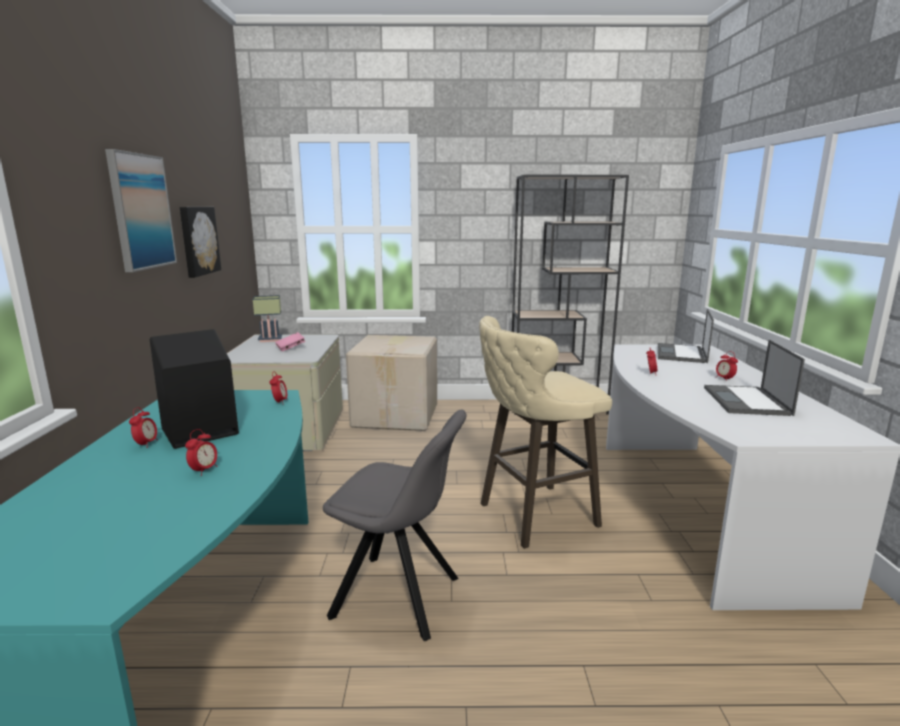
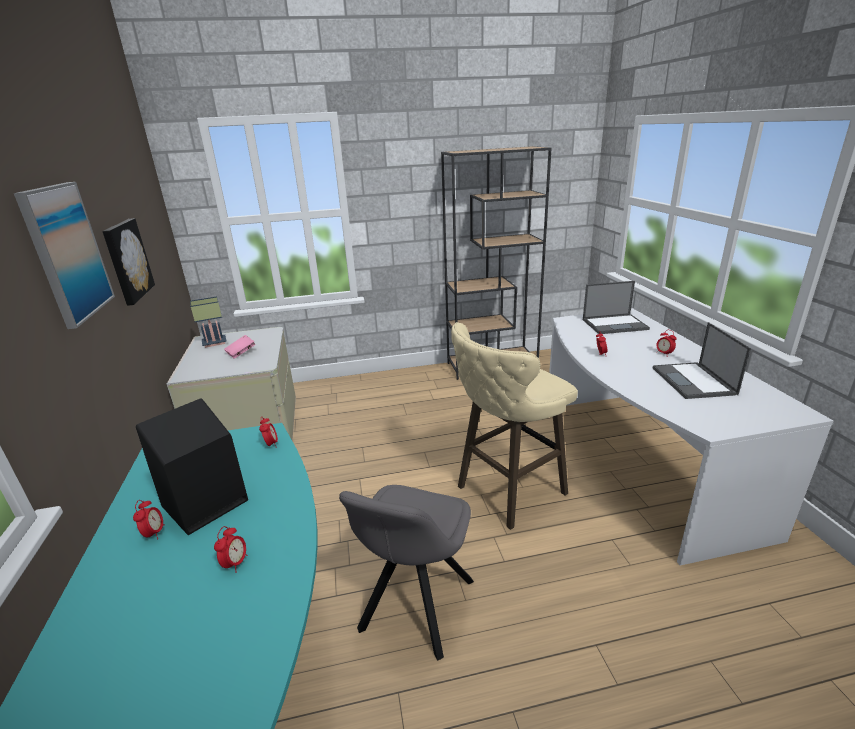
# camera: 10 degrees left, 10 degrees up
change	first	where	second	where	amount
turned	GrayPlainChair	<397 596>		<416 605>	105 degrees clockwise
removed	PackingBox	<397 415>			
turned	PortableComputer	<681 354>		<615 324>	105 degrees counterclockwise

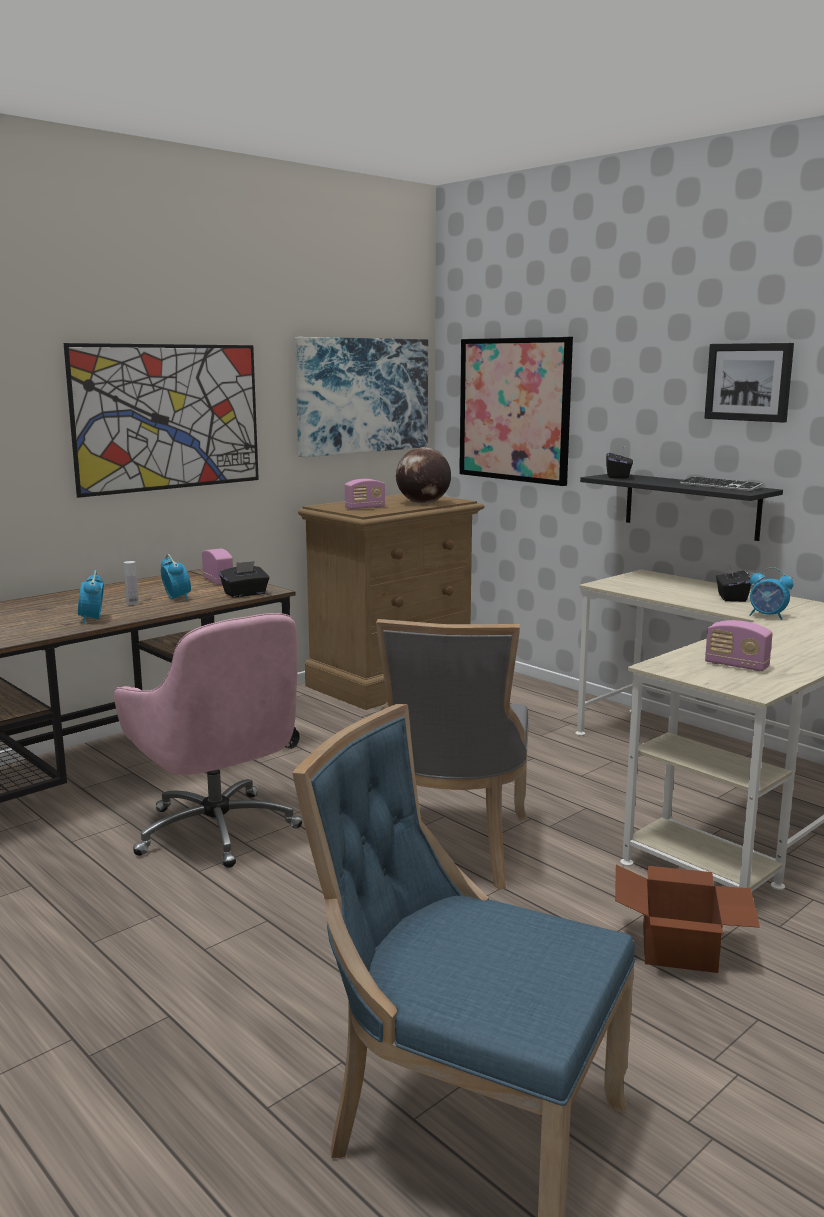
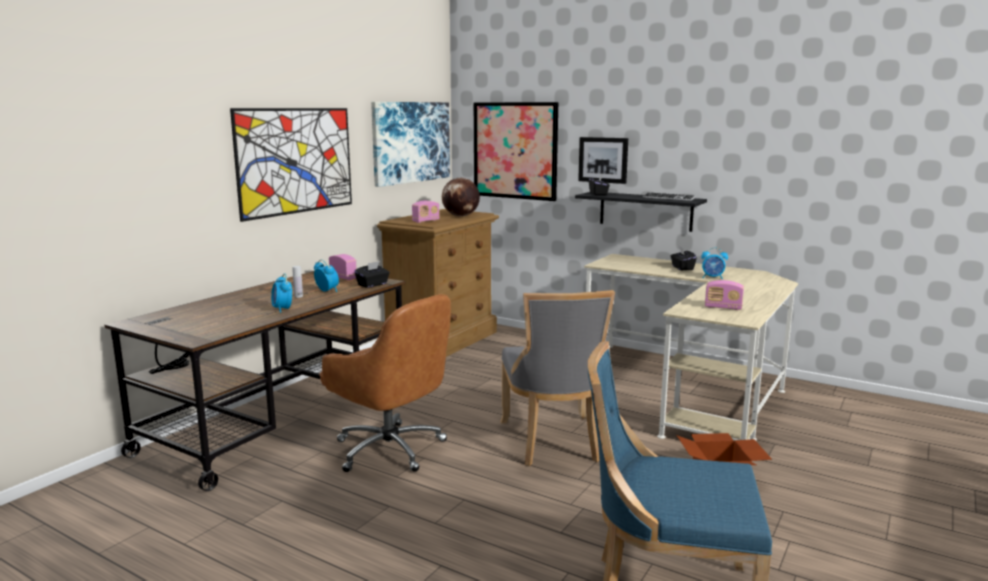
# camera: 15 degrees left, 0 degrees up
change	first	where	second	where	amount
recoloured	PinkOfficeChair	<215 831>	BrownOfficeChair	<389 449>	
moved	WallPicture	<749 382>		<603 160>	

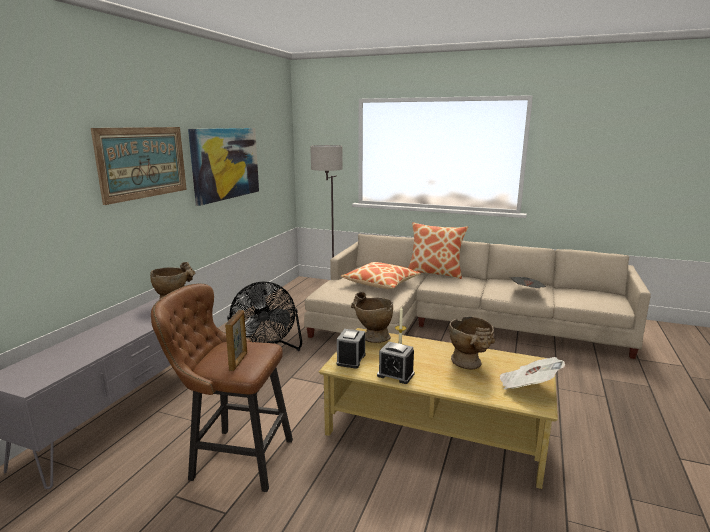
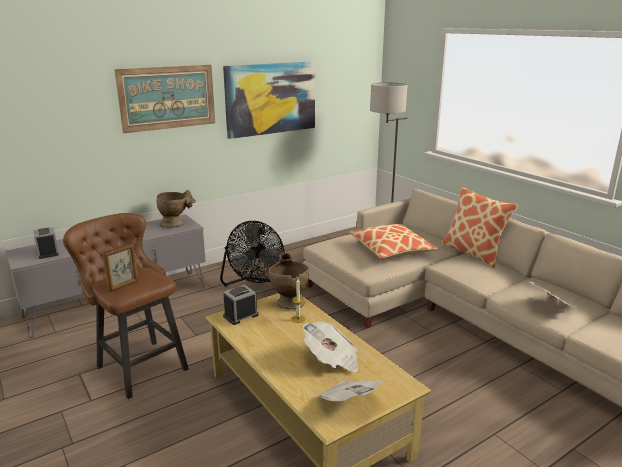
# camera: 35 degrees right, 5 degrees up
change	first	where	second	where	amount
moved	TableClock	<395 375>		<48 252>	
replaced	BeigeColouredFlowerVase	<470 364>	PrintedPaper	<332 360>	

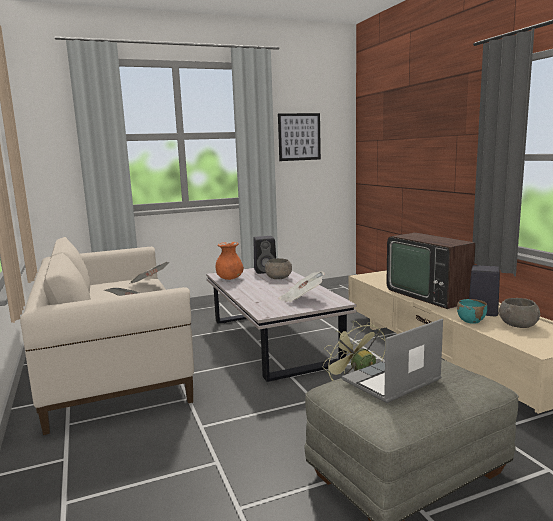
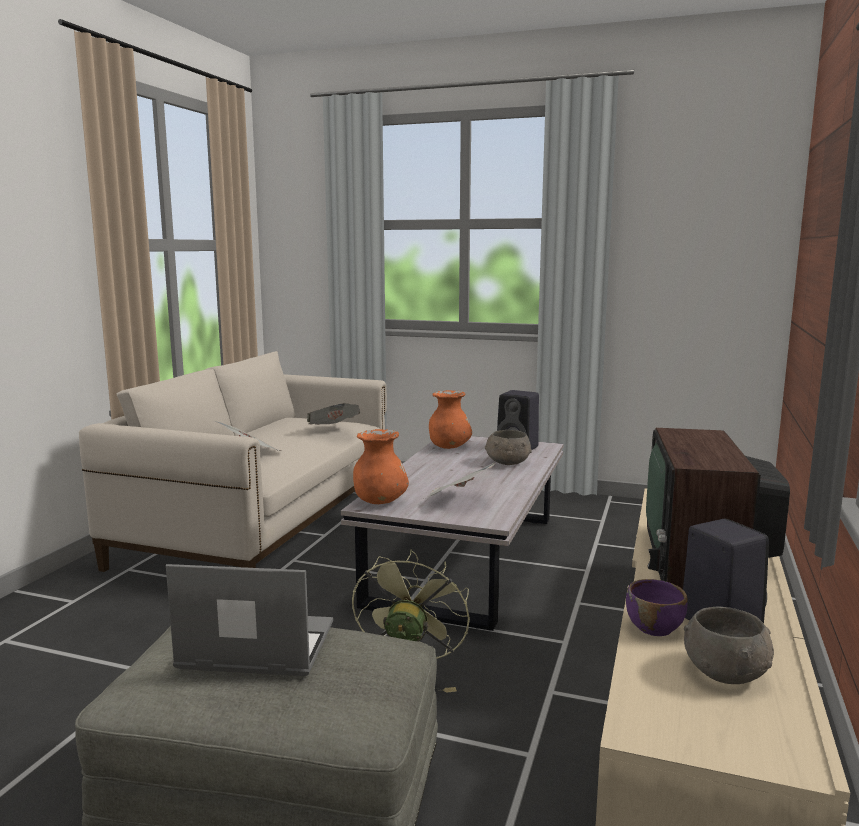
# camera: 40 degrees right, 0 degrees up
change	first	where	second	where	amount
removed	WallPicture	<299 137>			
recoloured	TurquoiseColouredDeepDish	<471 320>	PurpleDeepDish	<654 627>	
added			OrangeFlowerVase	<380 502>	

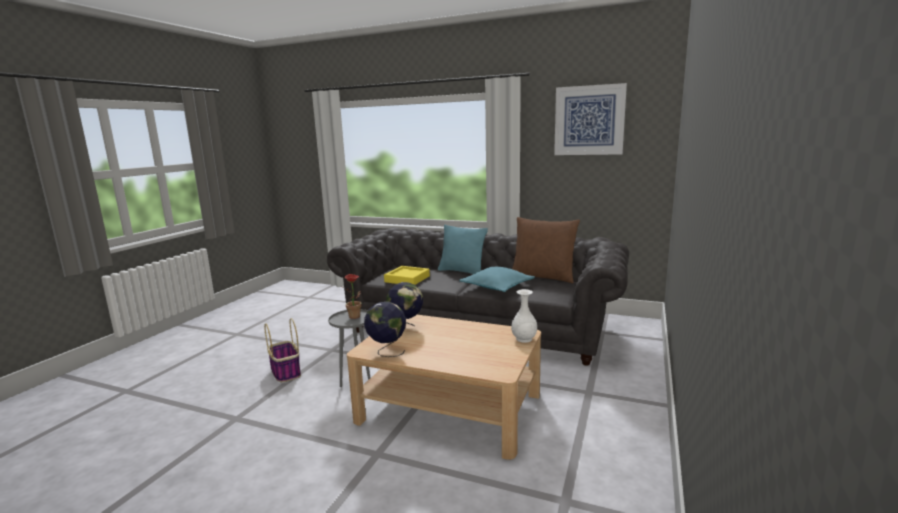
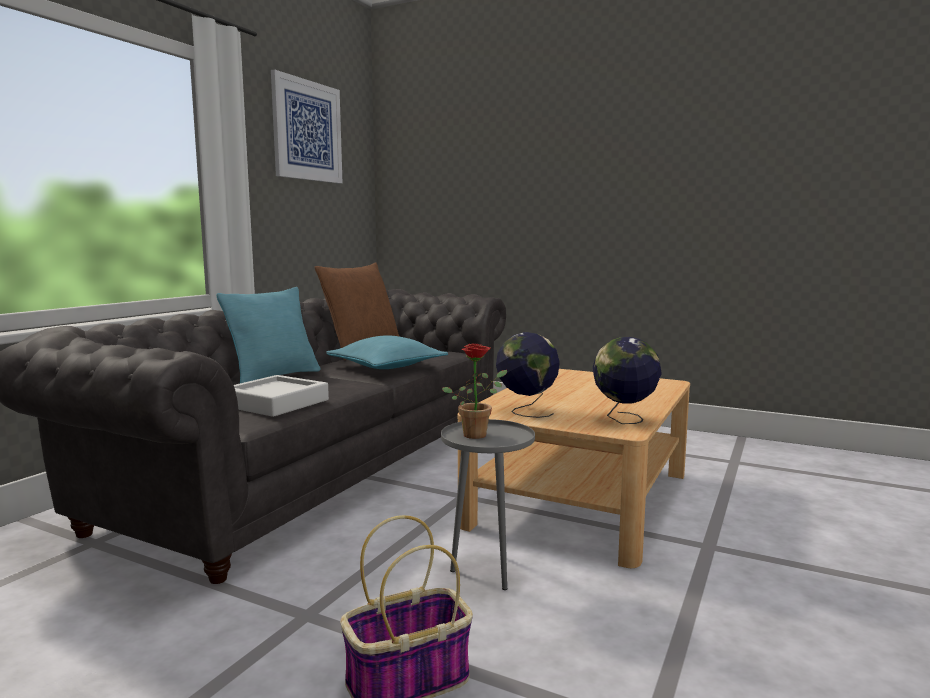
# camera: 85 degrees left, 5 degrees down
change	first	where	second	where	amount
recoloured	YellowishServingTray	<407 279>	GrayServingTray	<275 403>	
removed	WhiteFlowerVase	<524 339>			

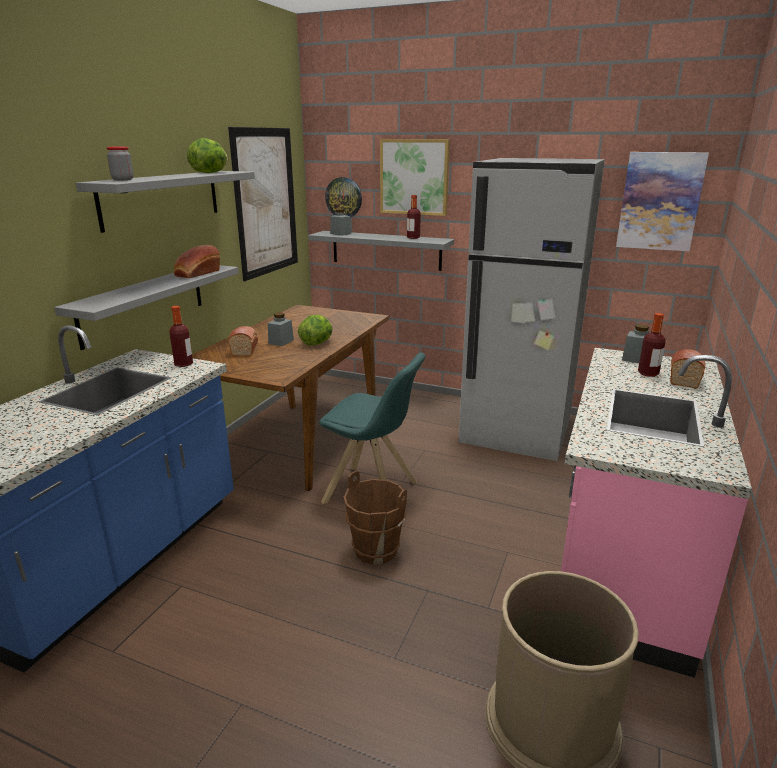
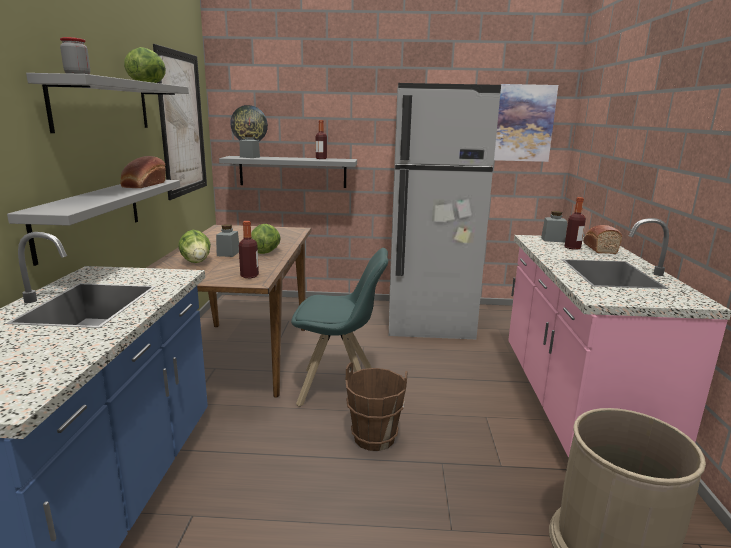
# camera: 20 degrees left, 5 degrees down
change	first	where	second	where	amount
moved	BeverageBottle	<183 364>		<249 276>	
replaced	Bread	<245 349>	HeadOfLettuce	<196 261>	
removed	WallPicture	<414 177>			

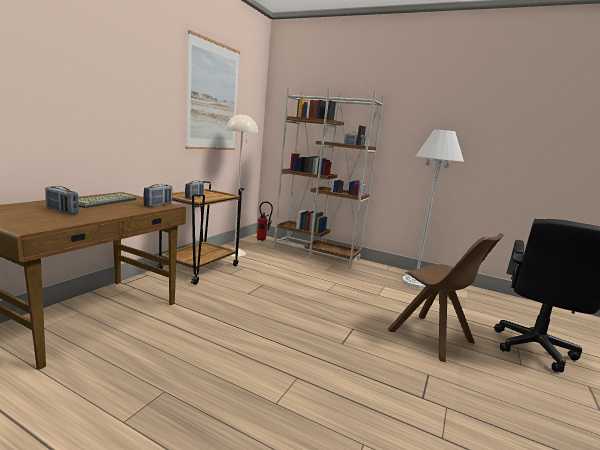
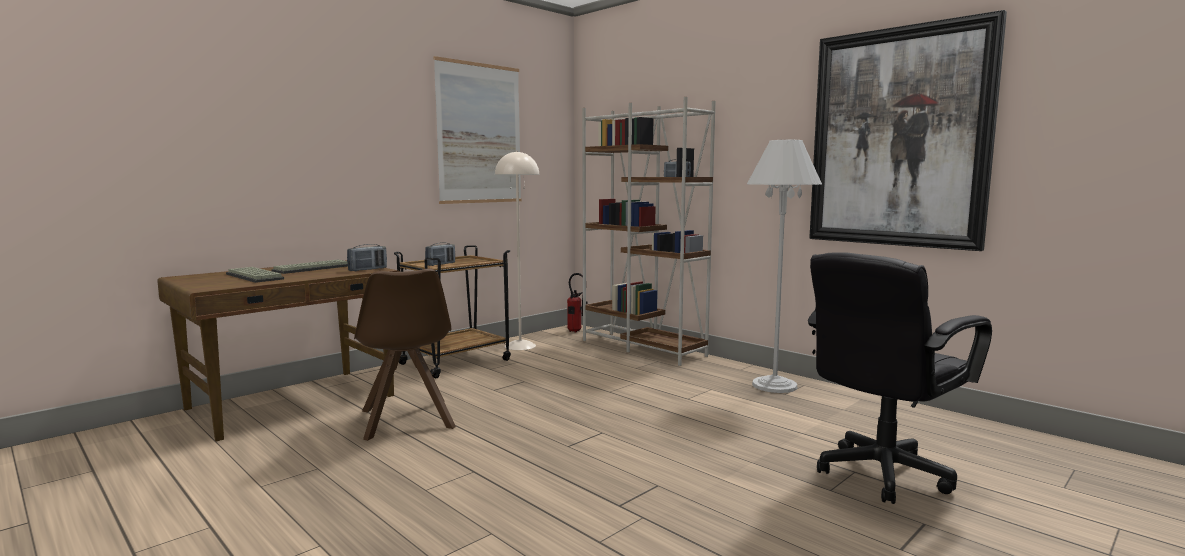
# camera: 20 degrees right, 5 degrees down
change	first	where	second	where	amount
replaced	RadioSet	<62 211>	PcKeyboard	<256 276>	
moved	BrownPlainChair	<432 338>		<407 421>	
added			WallPicture	<898 138>	

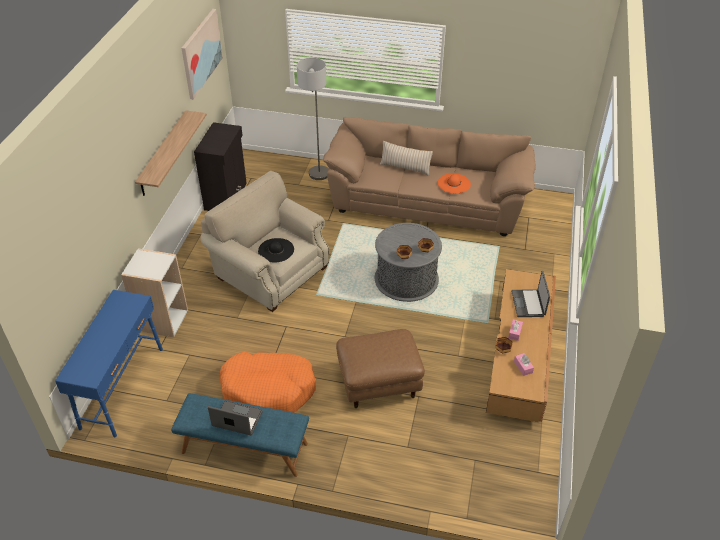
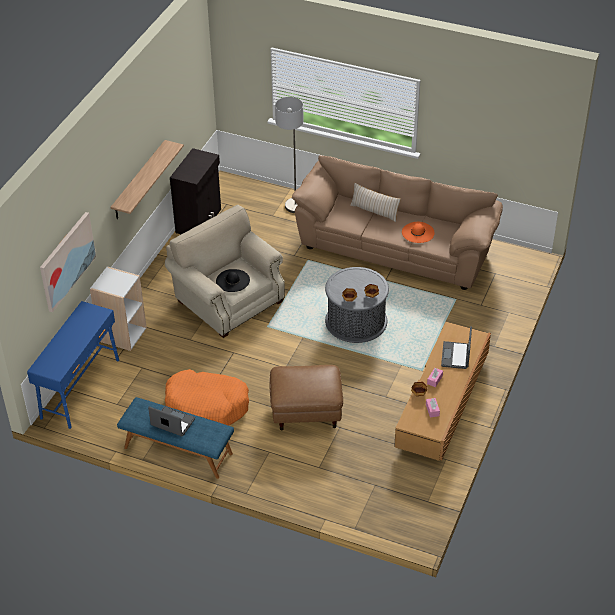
# camera: 10 degrees right, 0 degrees up
change	first	where	second	where	amount
moved	WallPicture	<201 53>		<66 261>	

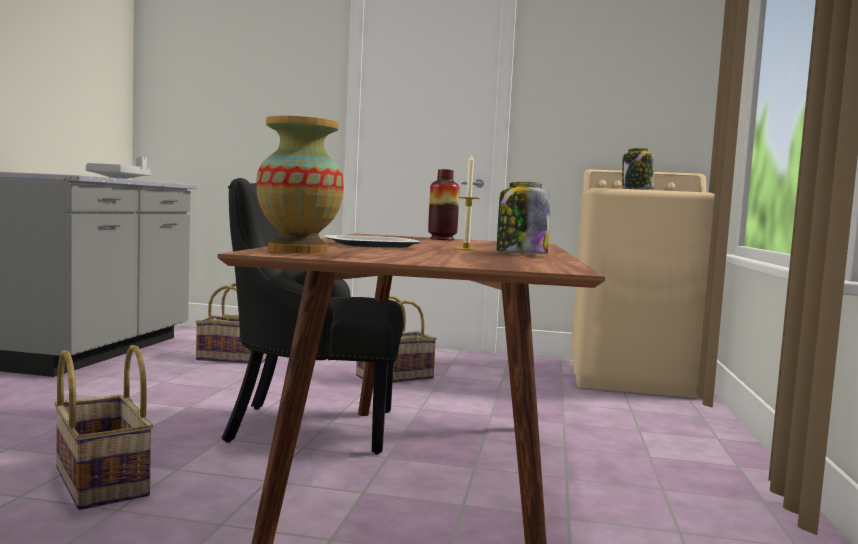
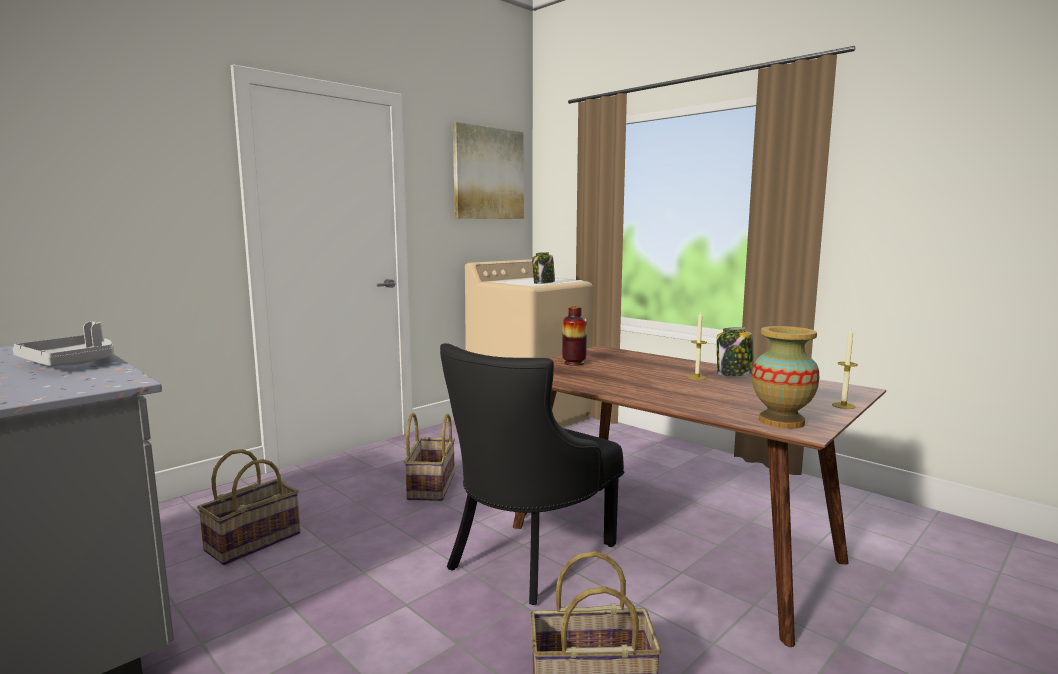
# camera: 55 degrees left, 5 degrees up
change	first	where	second	where	amount
removed	Plate	<372 245>			
added			WallPicture	<488 174>	
added			WaxCandle	<843 406>	

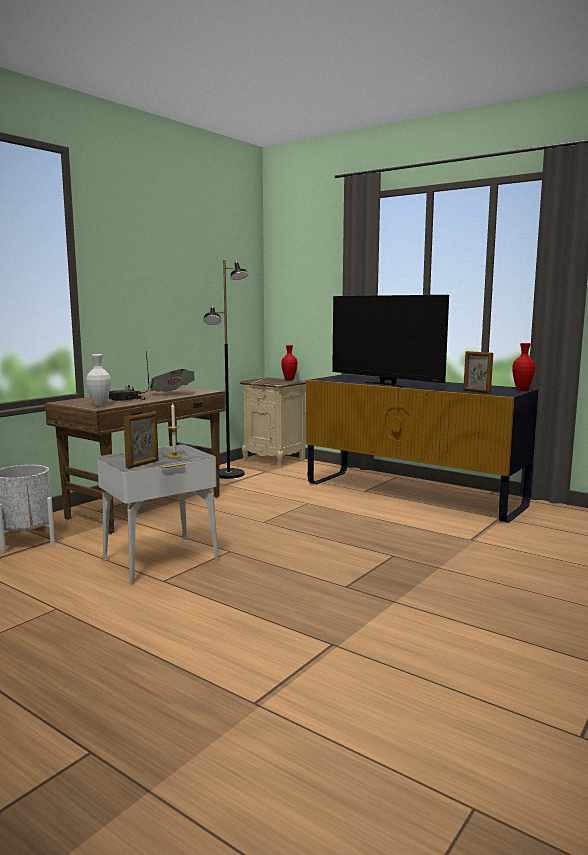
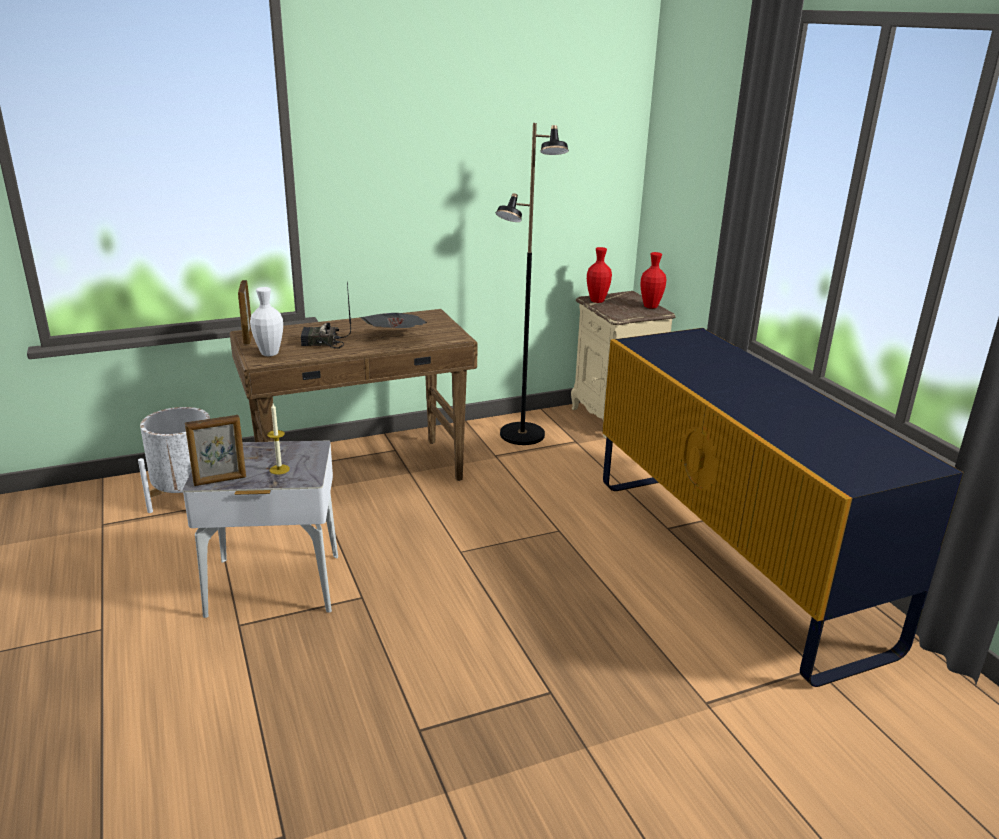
# camera: 30 degrees right, 15 degrees up
change	first	where	second	where	amount
removed	Television	<386 384>			
moved	StandingFrame	<476 391>		<248 337>	
moved	ReddishFlowerVase	<522 389>		<597 301>	

